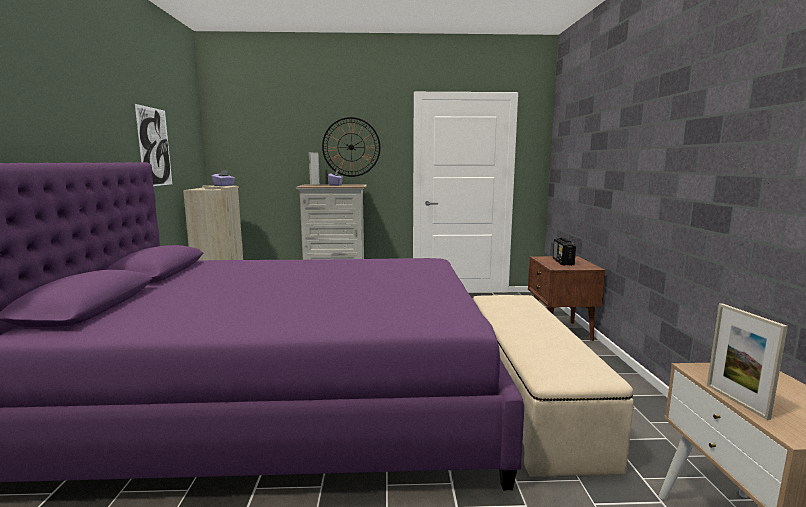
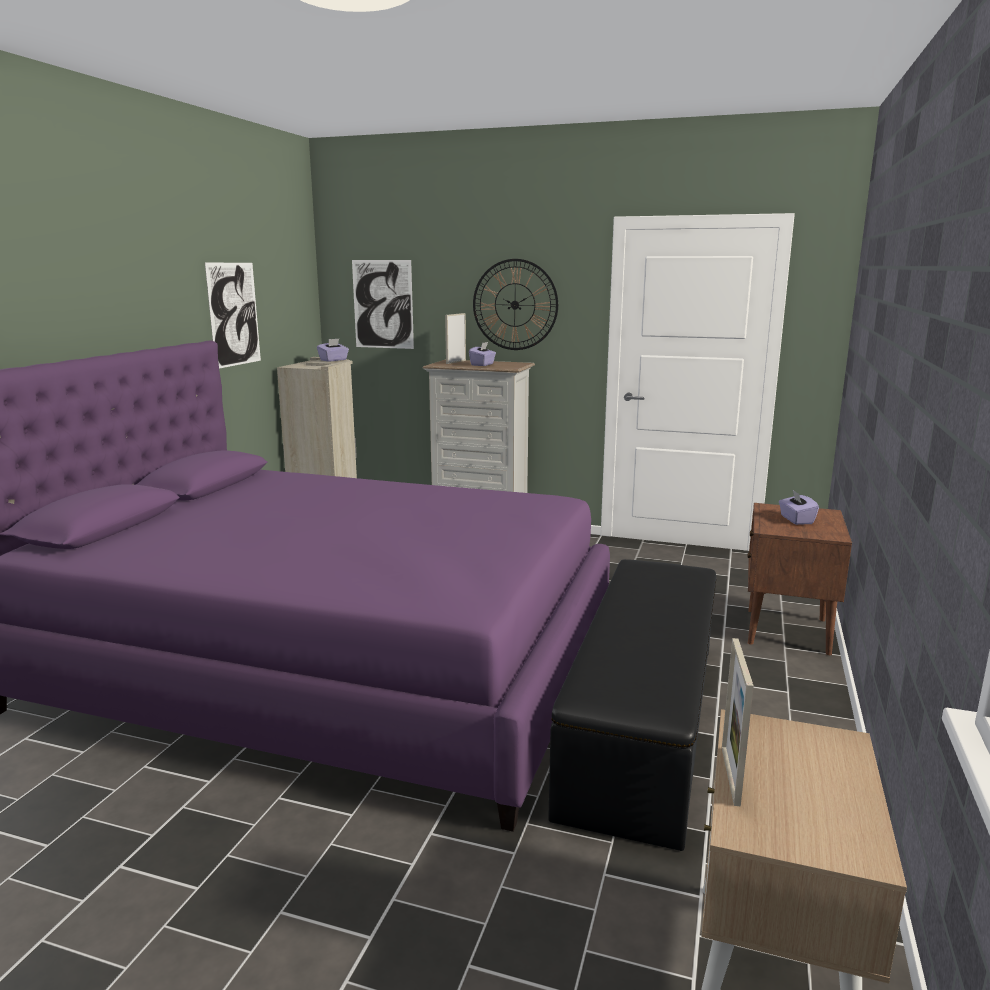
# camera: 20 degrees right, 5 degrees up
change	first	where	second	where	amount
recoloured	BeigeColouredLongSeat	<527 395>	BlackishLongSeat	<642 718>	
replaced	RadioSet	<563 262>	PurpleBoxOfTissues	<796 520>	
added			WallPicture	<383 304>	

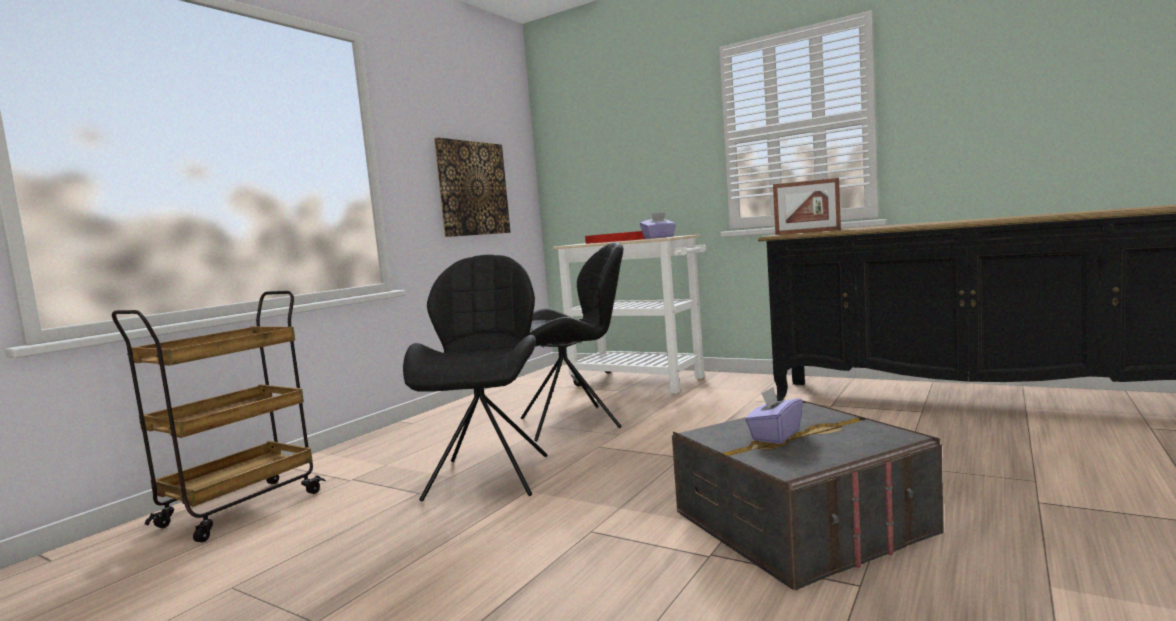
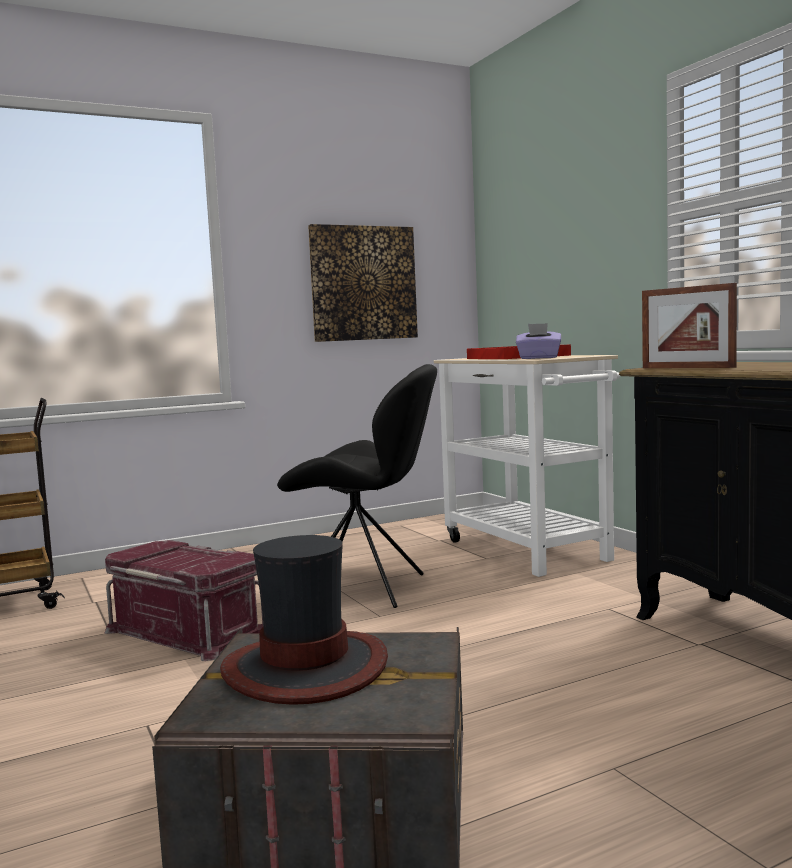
# camera: 30 degrees right, 0 degrees up
change	first	where	second	where	amount
replaced	BlackishPlainChair	<490 475>	ReddishStorageBin	<189 630>	
replaced	PurpleBoxOfTissues	<775 435>	Hat	<306 668>	

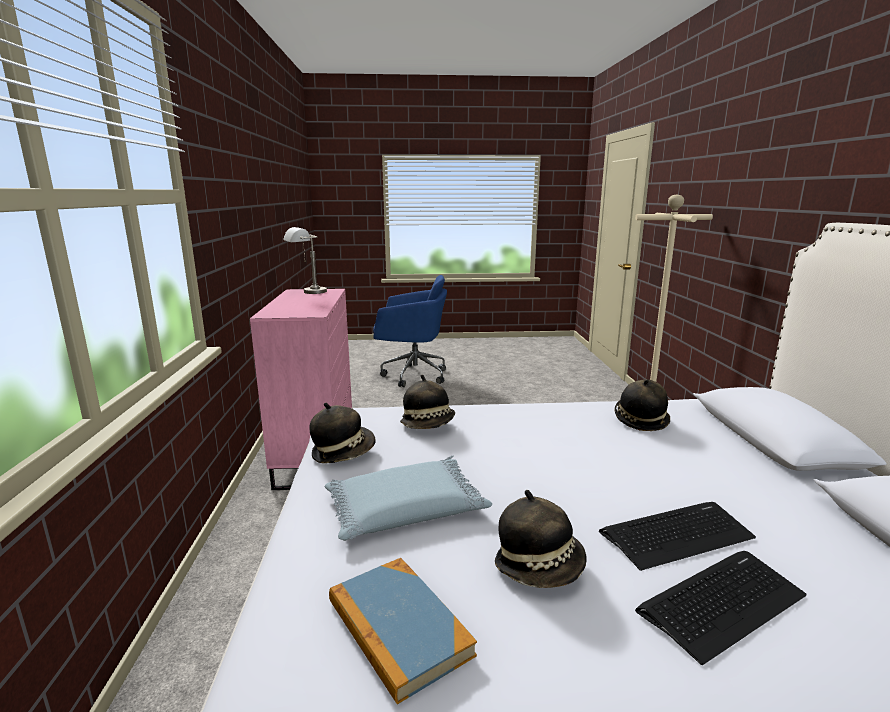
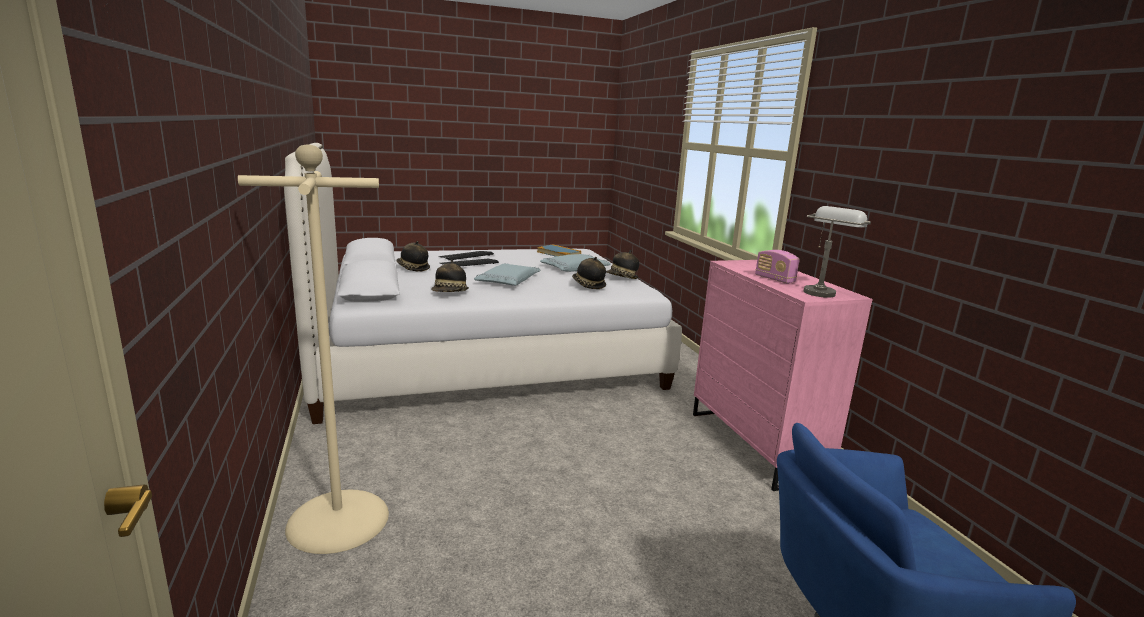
# camera: 165 degrees right, 0 degrees up
change	first	where	second	where	amount
moved	Hat	<540 566>		<412 268>	
added			BluishThrowPillow	<508 280>	
added			RadioSet	<774 279>	

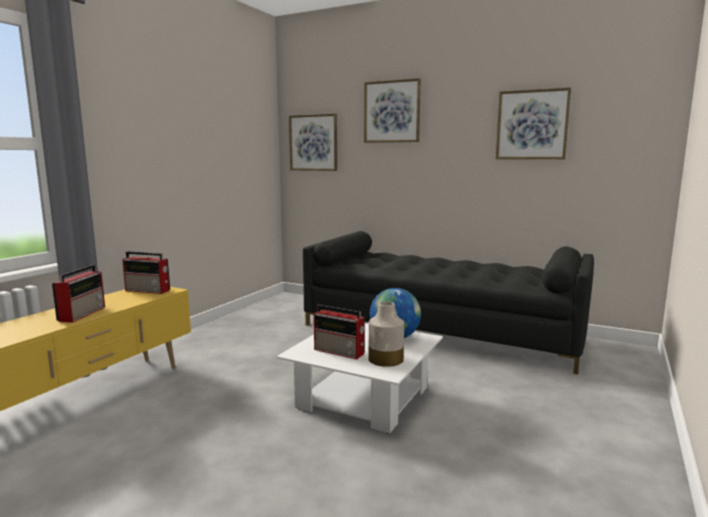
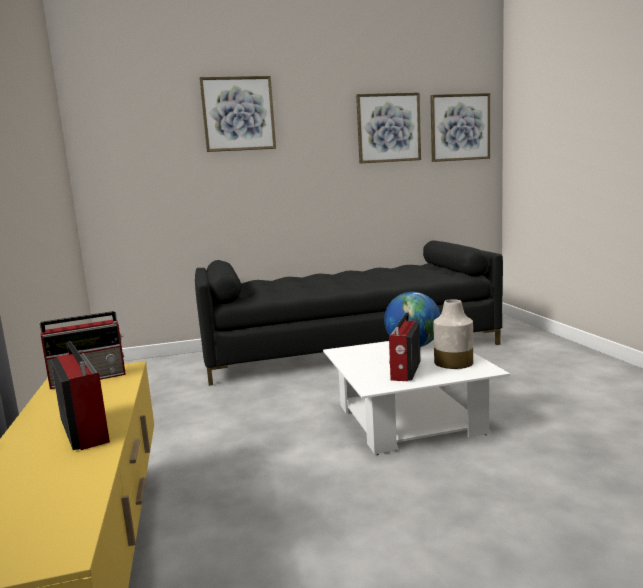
# camera: 40 degrees left, 0 degrees up
change	first	where	second	where	amount
moved	WallPicture	<313 142>		<460 127>	
turned	RadioSet	<340 352>		<405 371>	120 degrees clockwise

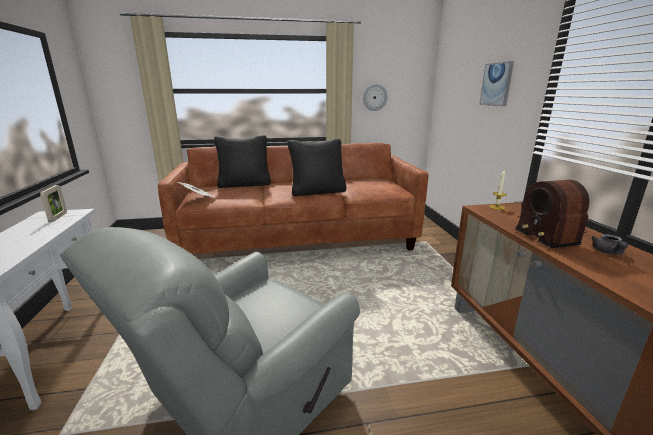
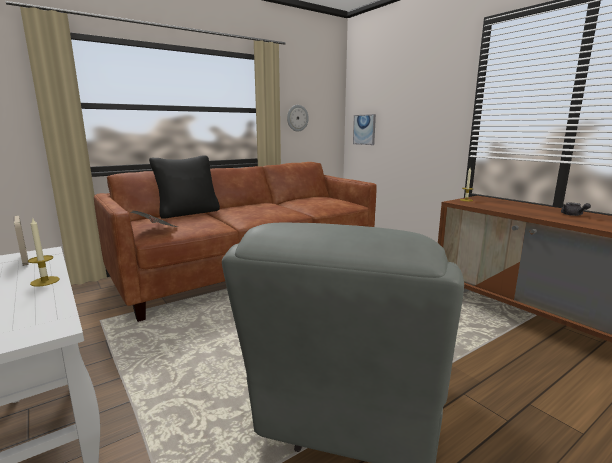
# camera: 25 degrees left, 5 degrees down
change	first	where	second	where	amount
removed	BlackishThrowPillow	<317 192>			
moved	WallPicture	<496 84>		<364 129>	
removed	RadioSet	<549 234>			
added			WaxCandle	<45 281>	

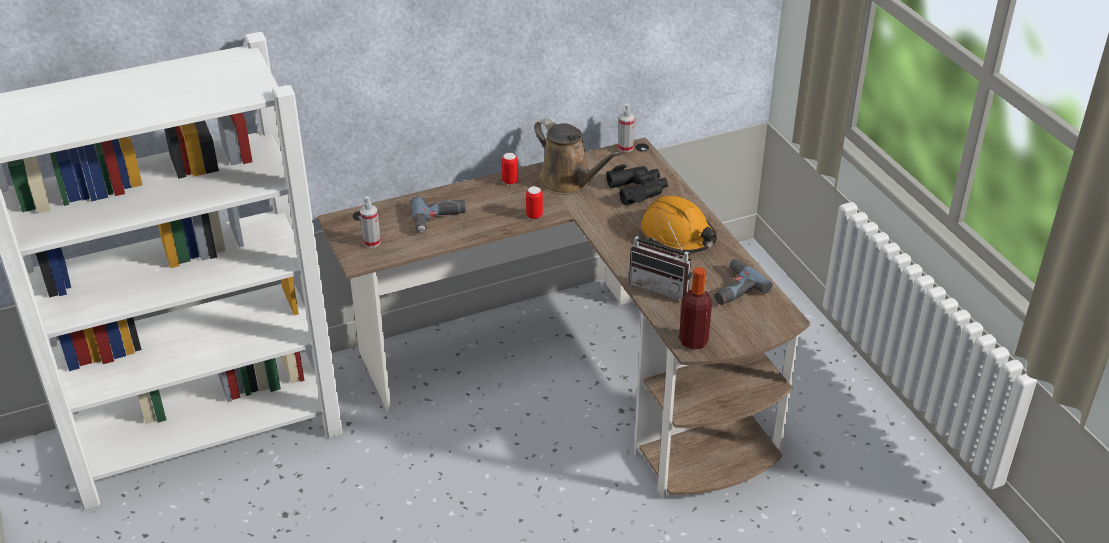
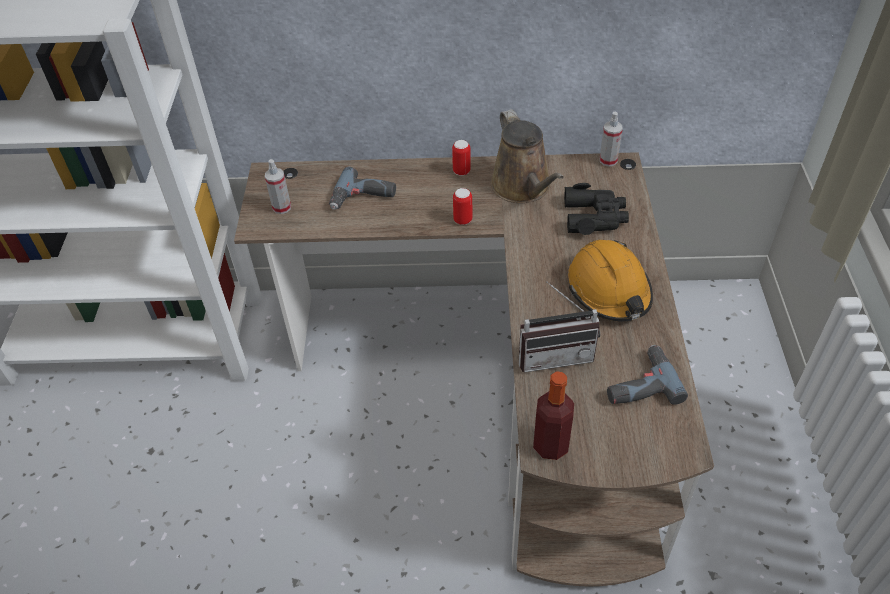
# camera: 25 degrees right, 10 degrees up
change	first	where	second	where	amount
turned	RadioSet	<662 286>		<554 354>	60 degrees counterclockwise

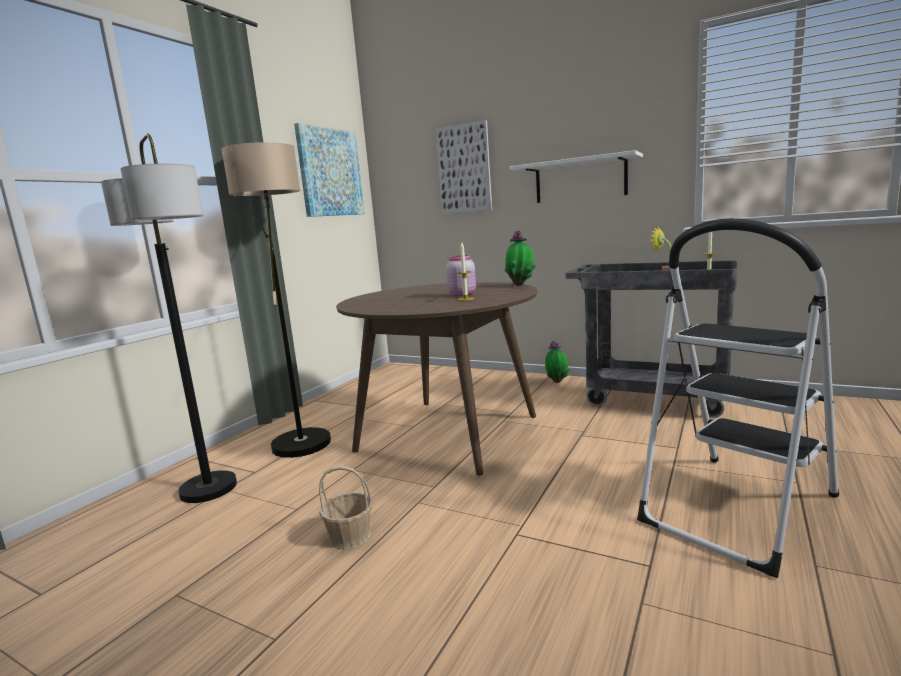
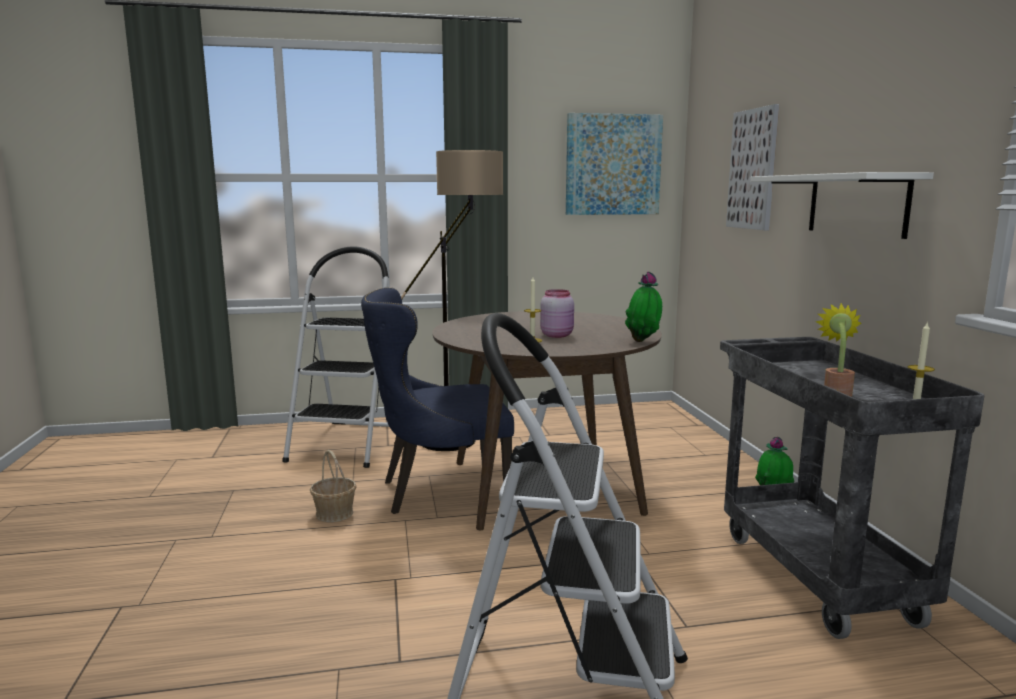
# camera: 50 degrees right, 0 degrees up
change	first	where	second	where	amount
replaced	StandingLamp	<208 488>	Stepladder	<351 442>	
added			BluishPlainChair	<439 491>	

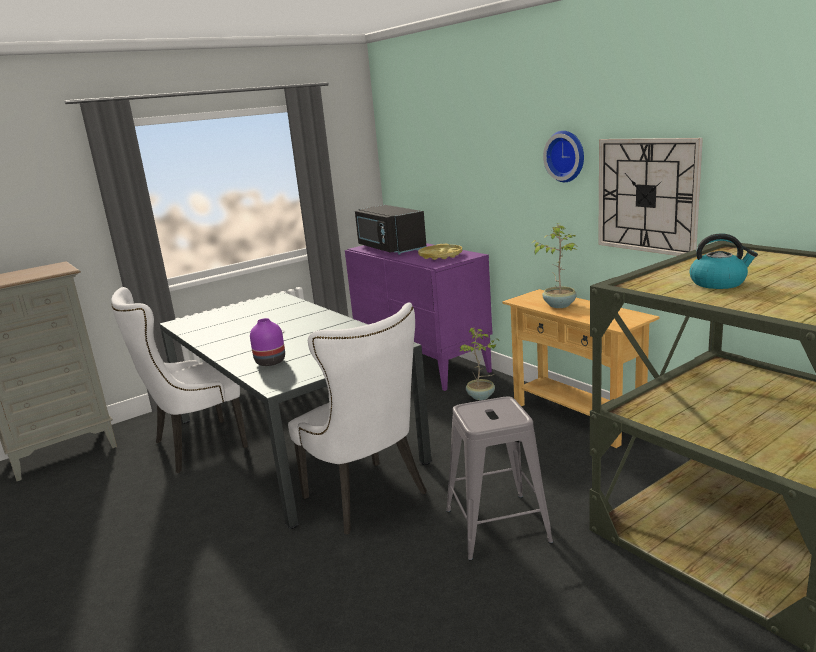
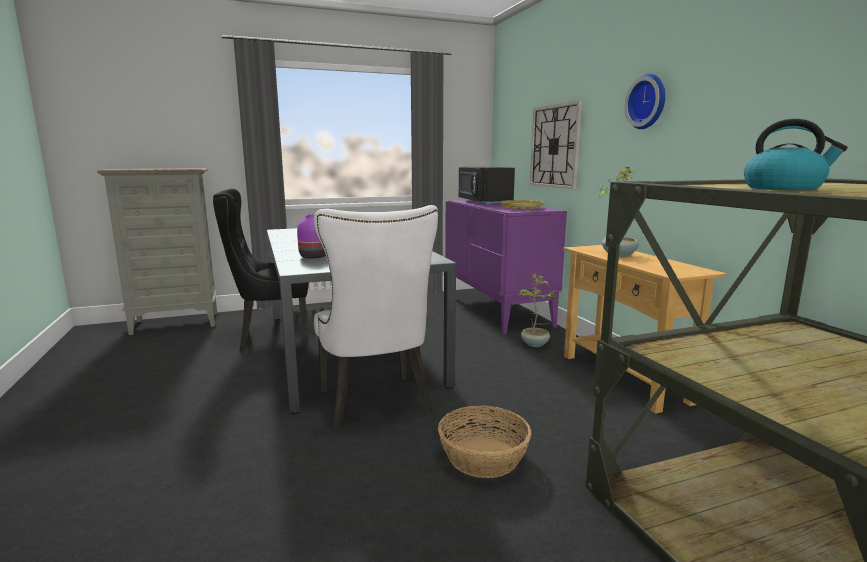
# camera: 15 degrees right, 5 degrees down
change	first	where	second	where	amount
recoloured	WhitePlainChair	<198 446>	BlackishPlainChair	<271 337>	
replaced	GrayStool	<496 525>	HouseholdBasket	<484 457>	
moved	ClockOnTheWall	<647 195>		<555 146>	

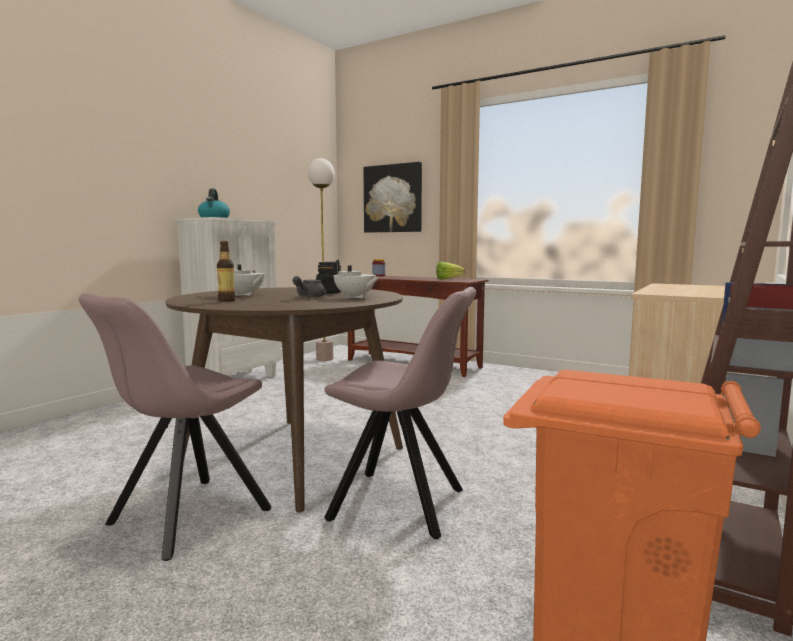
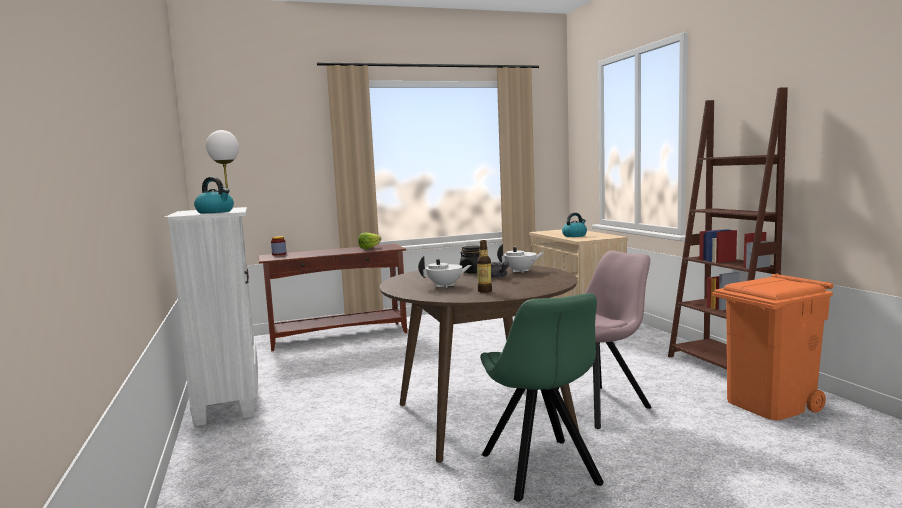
# camera: 50 degrees left, 0 degrees up
change	first	where	second	where	amount
recoloured	PinkPlainChair	<188 516>	GreenColouredPlainChair	<540 469>	
removed	WallPicture	<393 198>			
added			WaterKettle	<574 235>	

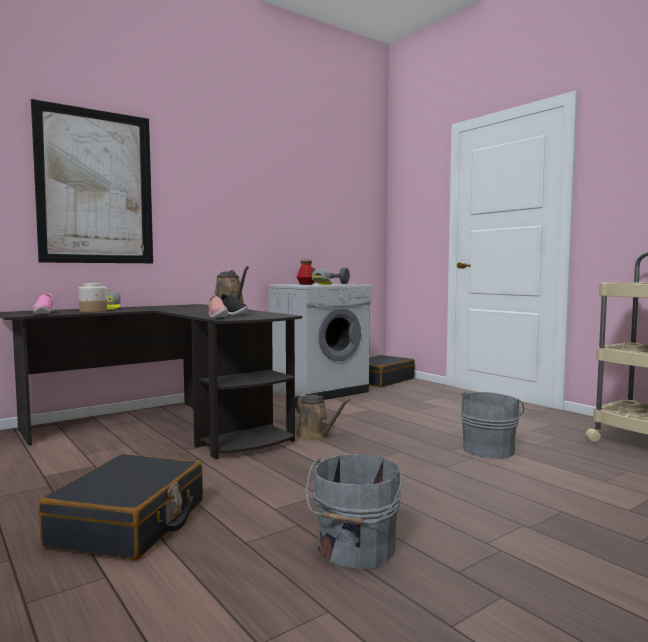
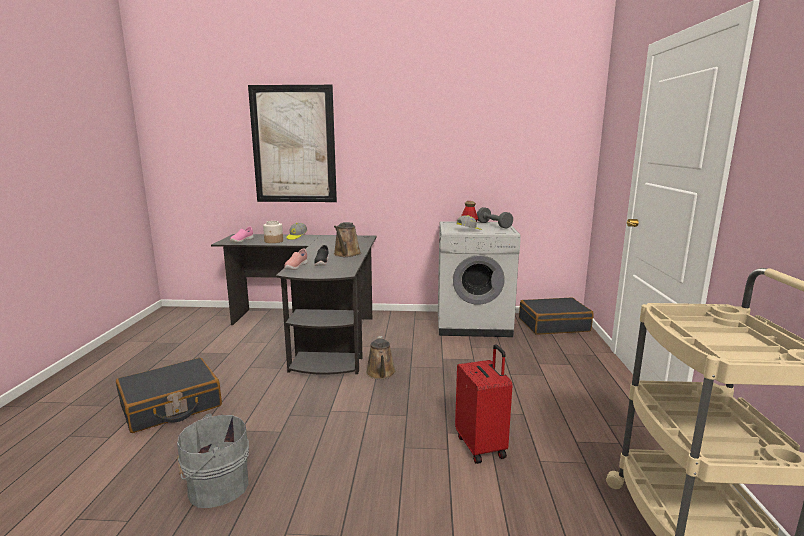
# camera: 40 degrees right, 10 degrees up
change	first	where	second	where	amount
replaced	GrayBucket	<489 449>	ReddishPieceOfLuggage	<482 446>	

